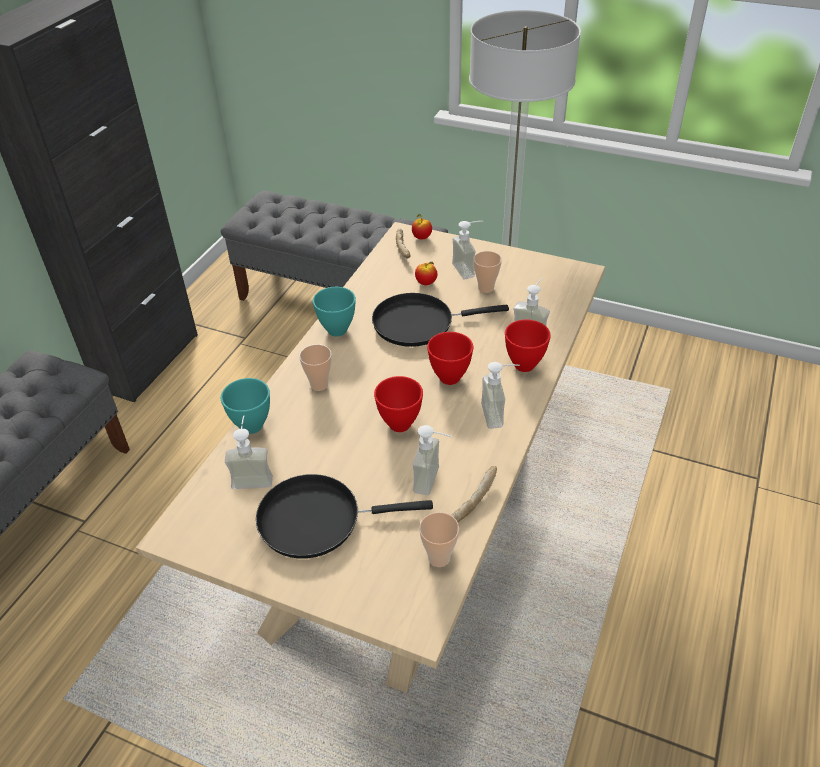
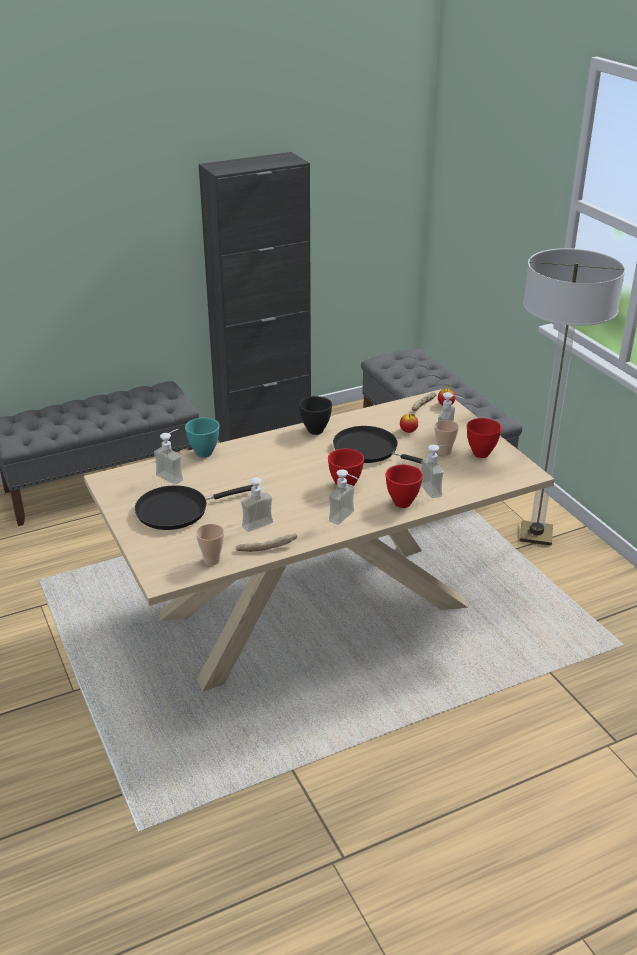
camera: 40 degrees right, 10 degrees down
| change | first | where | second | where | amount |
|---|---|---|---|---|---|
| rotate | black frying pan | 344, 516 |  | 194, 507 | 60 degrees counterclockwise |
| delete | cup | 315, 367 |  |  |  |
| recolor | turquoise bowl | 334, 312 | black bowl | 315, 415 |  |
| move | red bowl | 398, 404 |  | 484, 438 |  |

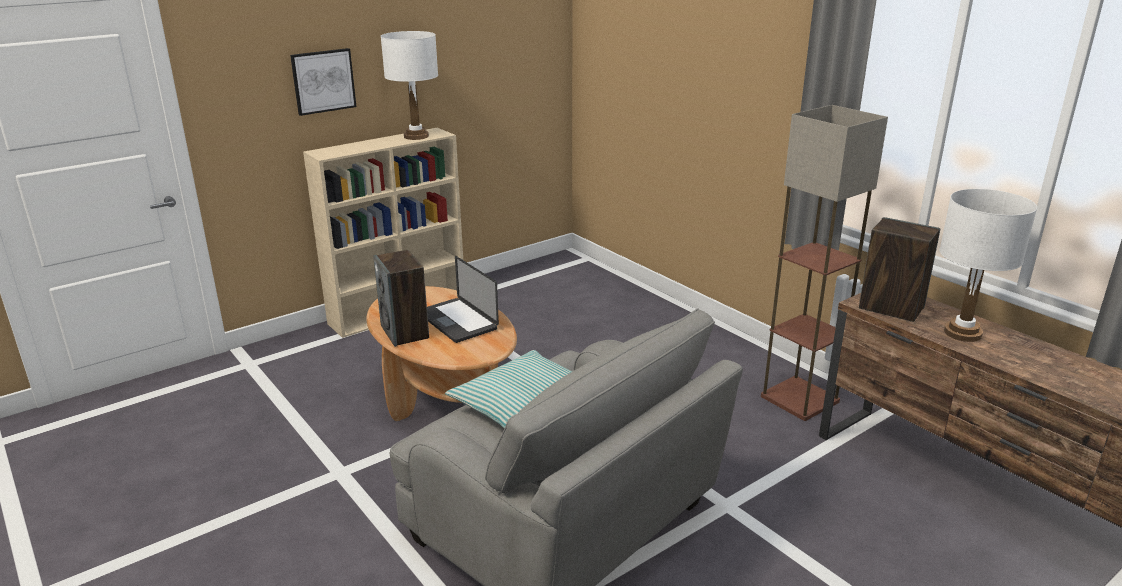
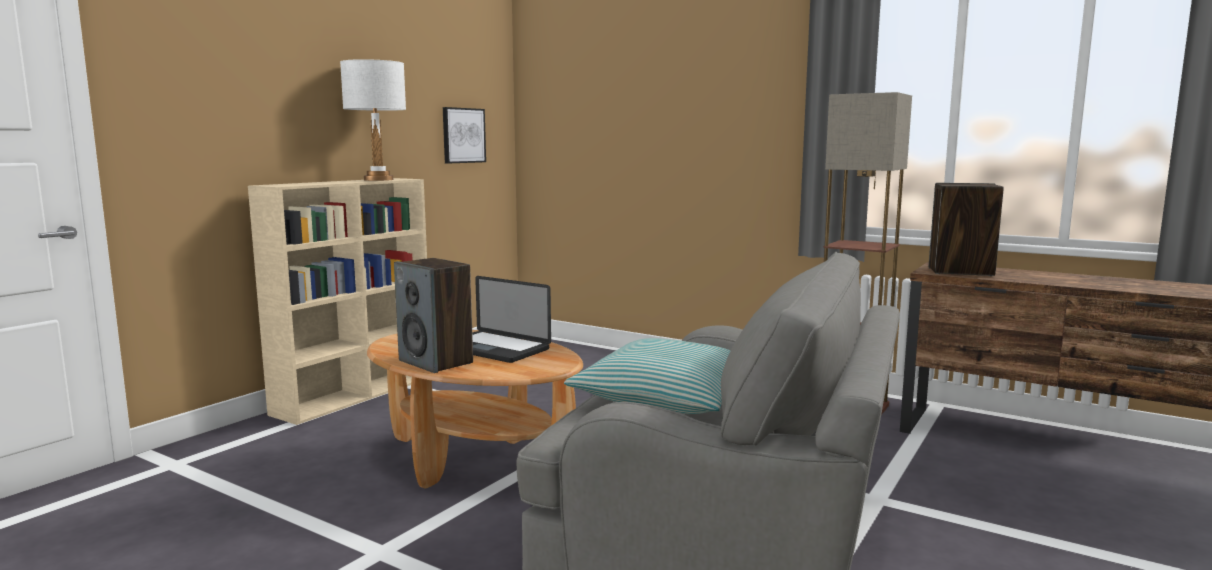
camera: 20 degrees left, 15 degrees down
| change | first | where | second | where | amount |
|---|---|---|---|---|---|
| move | picture | 323, 82 |  | 464, 135 |  |
| delete | white table lamp | 988, 265 |  |  |  |

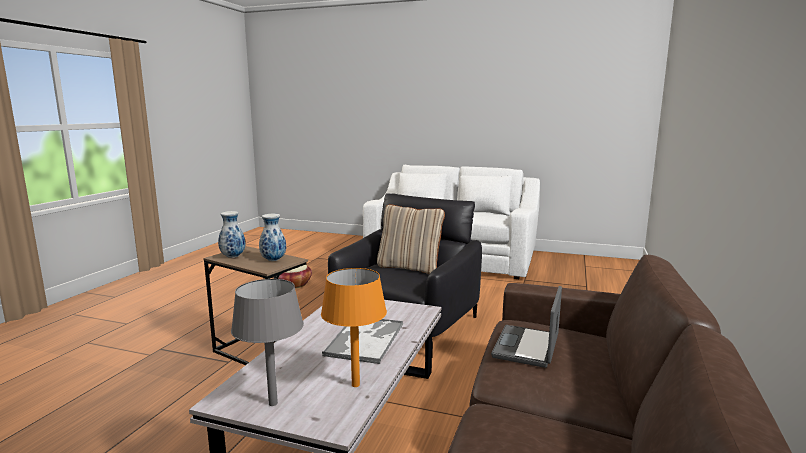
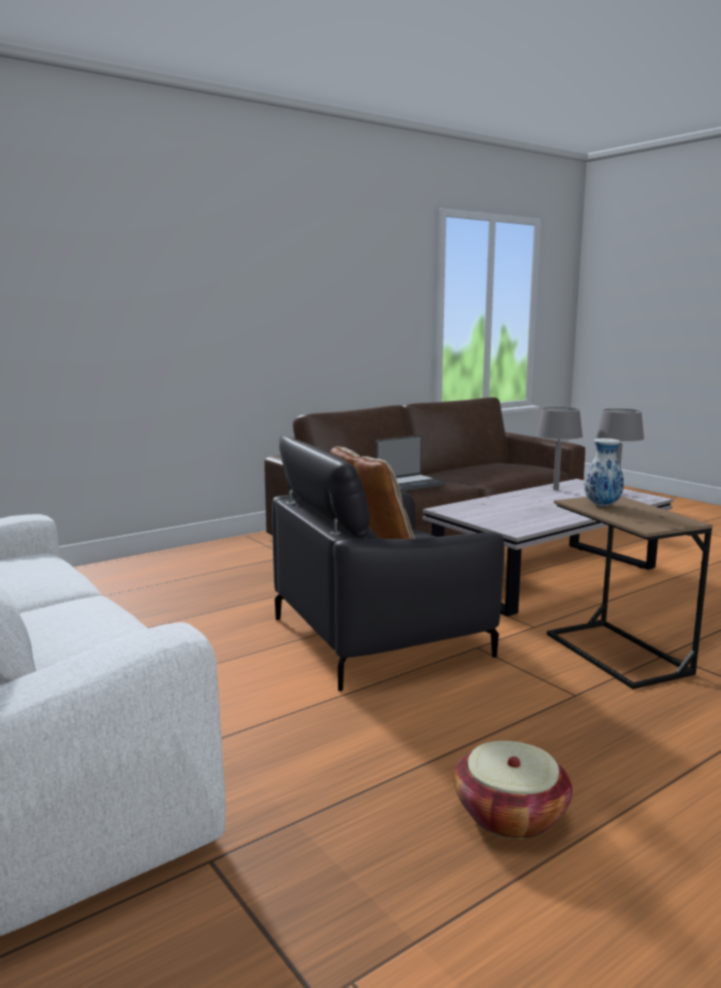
camera: 145 degrees left, 0 degrees up
| change | first | where | second | where | amount |
|---|---|---|---|---|---|
| delete | vase | 232, 234 |  |  |  |
| recolor | orange table lamp | 354, 327 | grey table lamp | 559, 448 |  |
| delete | tray | 362, 341 |  |  |  |

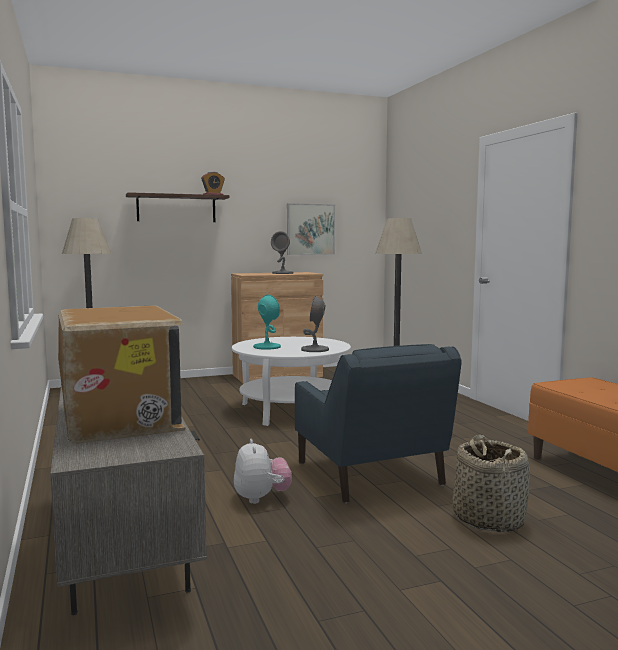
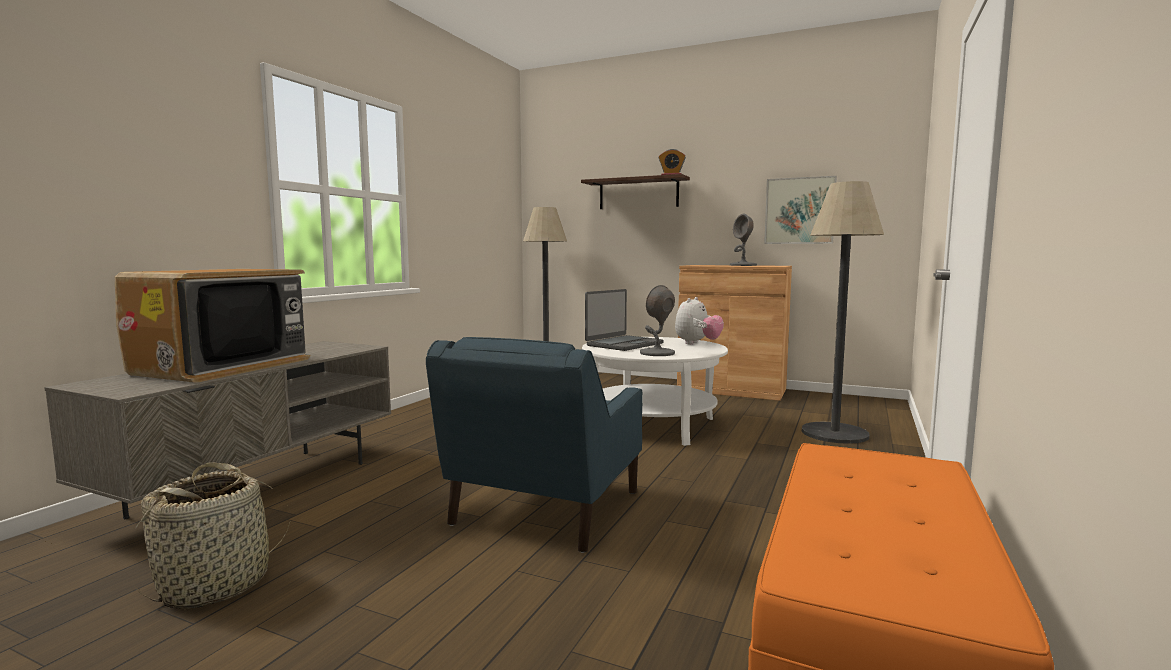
camera: 45 degrees right, 0 degrees up
| change | first | where | second | where | amount |
|---|---|---|---|---|---|
| move | plush toy | 263, 471 |  | 699, 320 |  |
| replace | turquoise table lamp | 267, 322 | laptop | 624, 320 |  |
| move | basket | 491, 483 |  | 212, 536 |  |

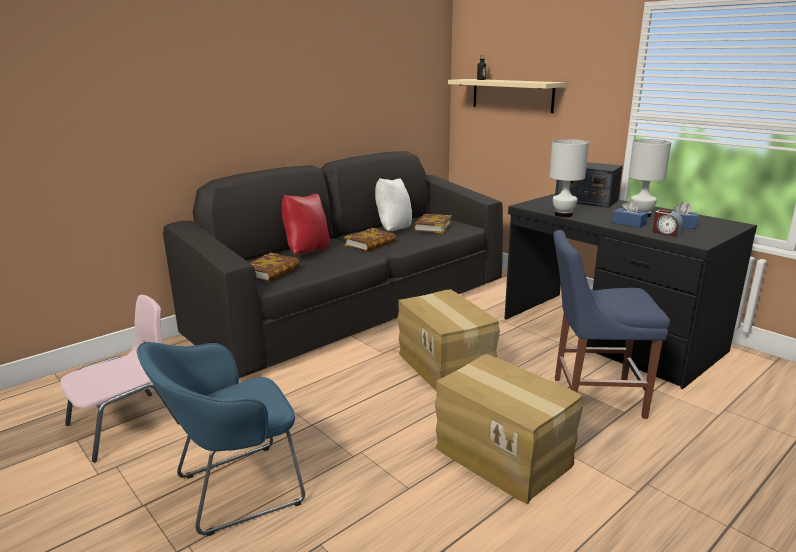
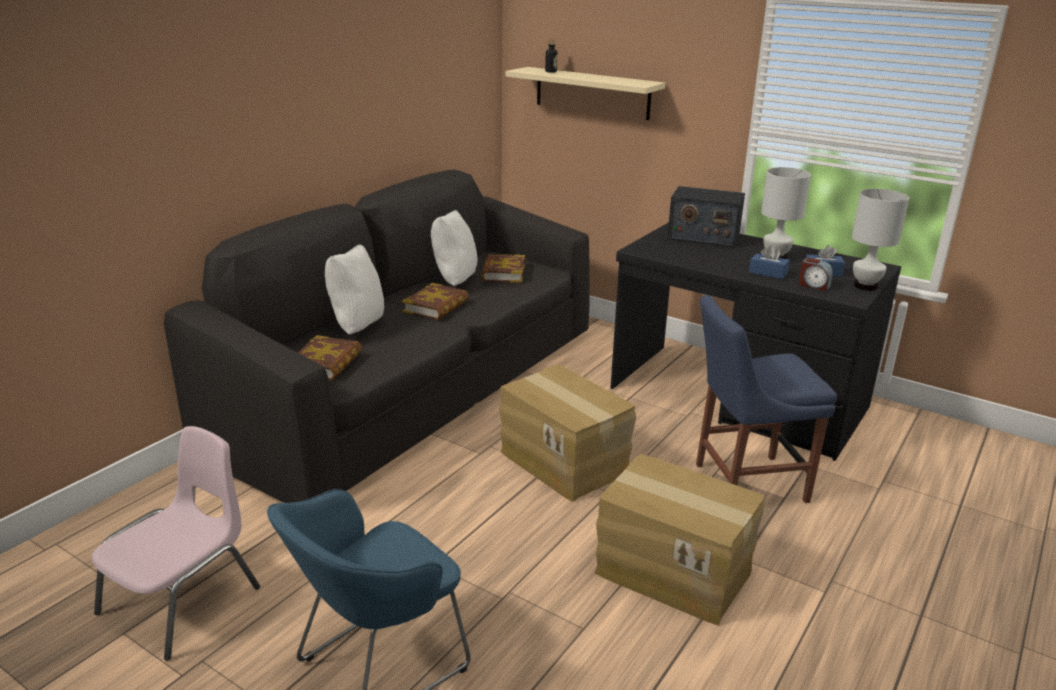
camera: 15 degrees left, 5 degrees up
| change | first | where | second | where | amount |
|---|---|---|---|---|---|
| recolor | red pillow | 306, 223 | white pillow | 354, 289 |  |
| move | white table lamp | 569, 178 |  | 880, 240 |  |

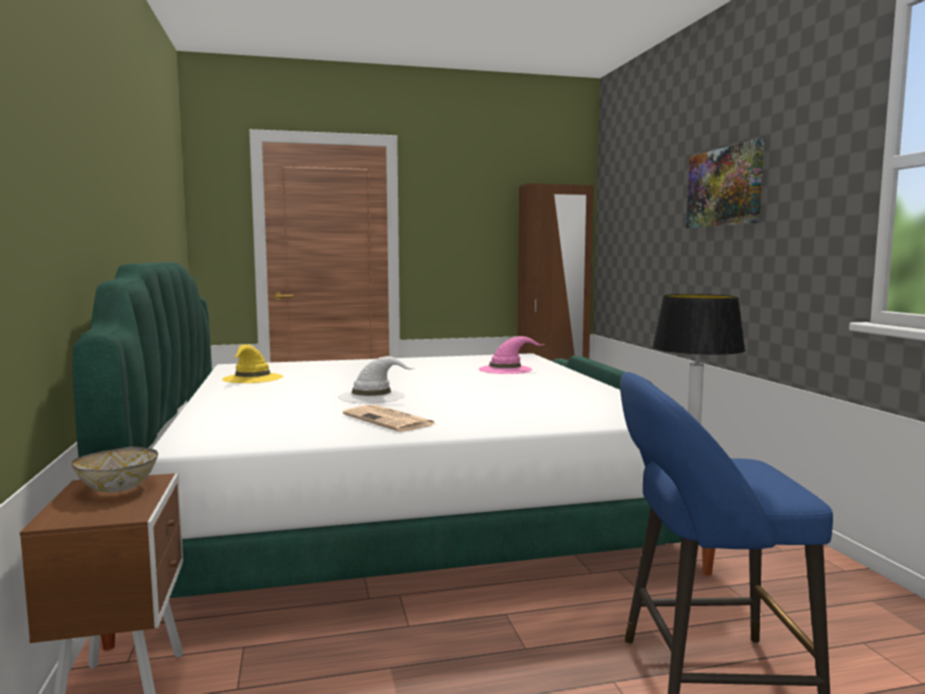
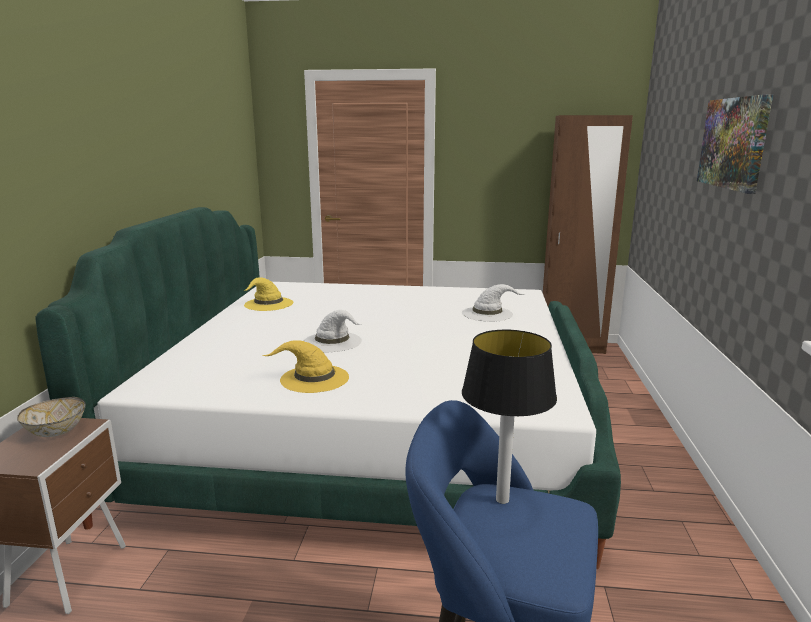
camera: 20 degrees right, 10 degrees up
| change | first | where | second | where | amount |
|---|---|---|---|---|---|
| replace | newspaper | 389, 418 | yellow hat | 306, 366 |  |
| recolor | pink hat | 512, 355 | white hat | 493, 303 |  |

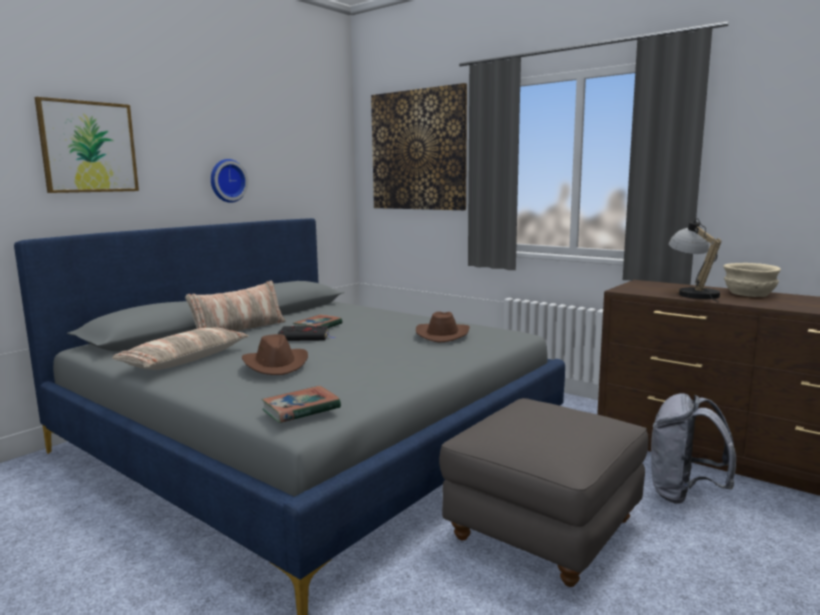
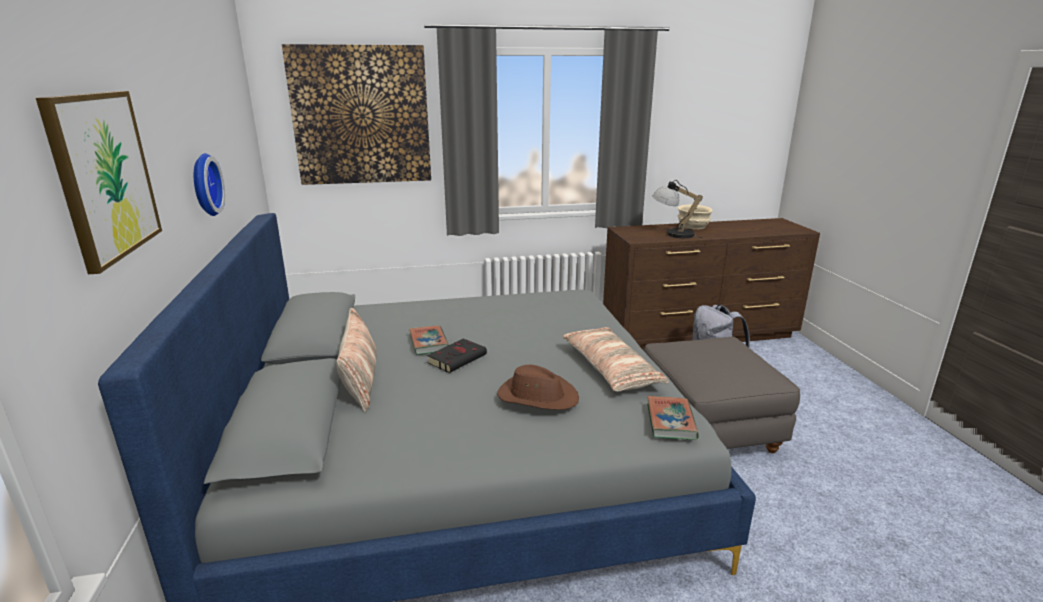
camera: 50 degrees left, 10 degrees up
| change | first | where | second | where | amount |
|---|---|---|---|---|---|
| move | pillow | 180, 349 |  | 615, 359 |  |
| delete | brown hat | 443, 327 |  |  |  |

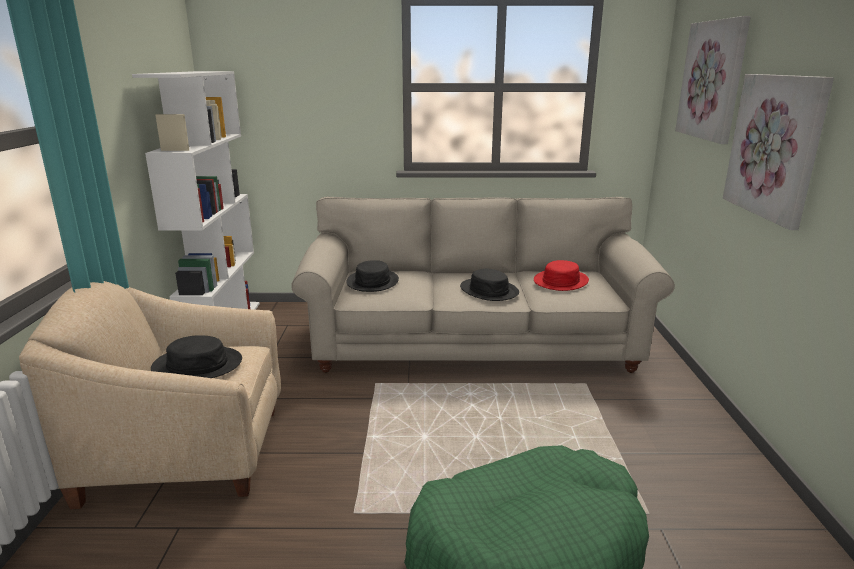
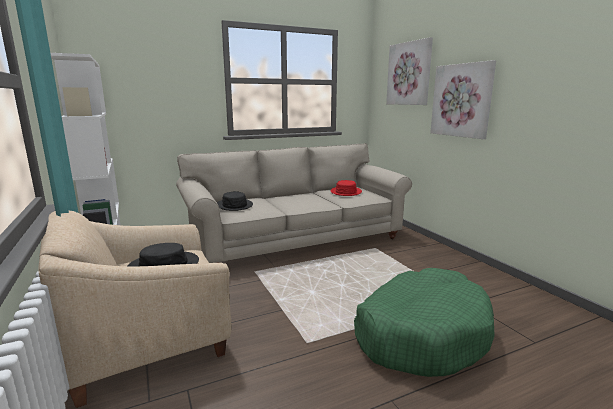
camera: 25 degrees left, 5 degrees down
| change | first | where | second | where | amount |
|---|---|---|---|---|---|
| delete | black hat | 489, 285 |  |  |  |

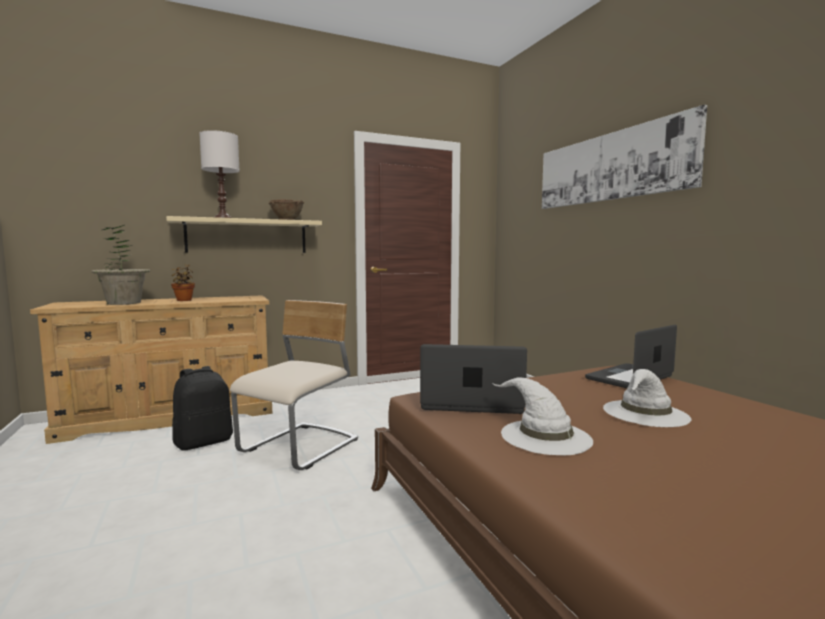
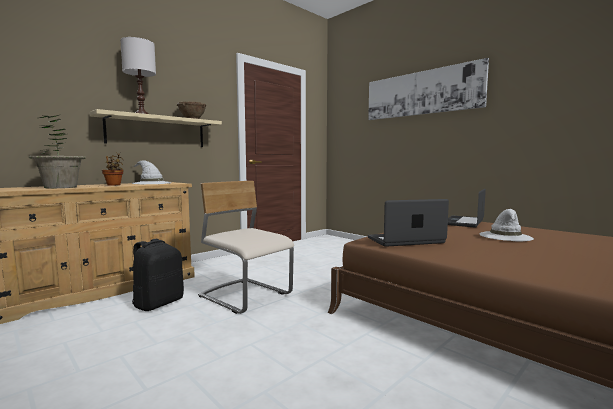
camera: 20 degrees left, 0 degrees up
| change | first | where | second | where | amount |
|---|---|---|---|---|---|
| rotate | beige chair | 294, 385 |  | 246, 247 | 60 degrees counterclockwise |
| move | white hat | 542, 416 |  | 152, 172 |  |

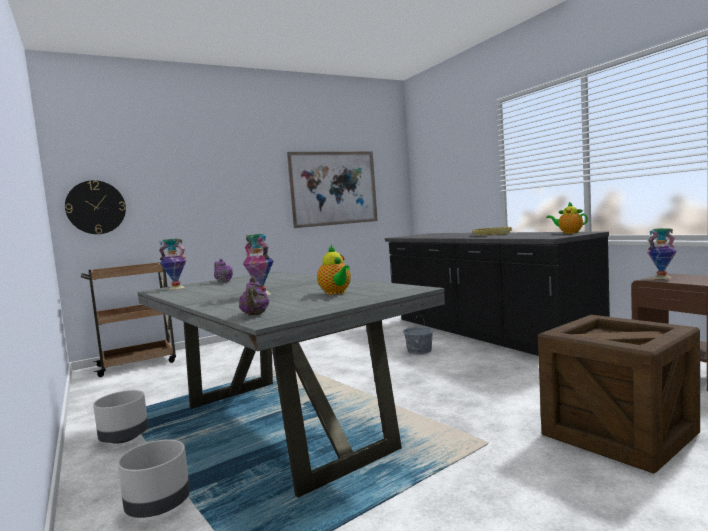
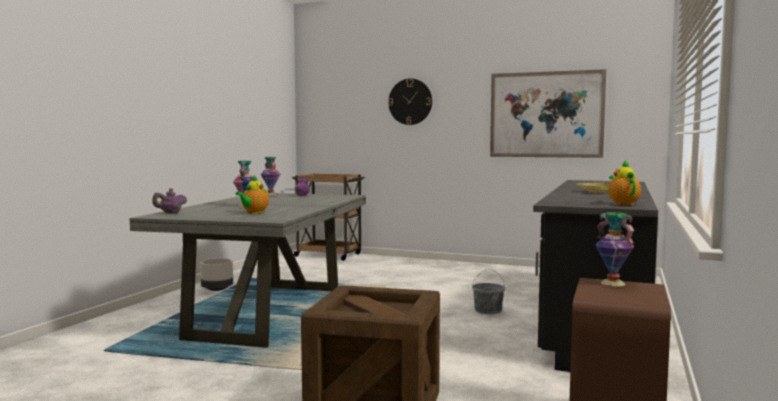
camera: 50 degrees right, 0 degrees up
| change | first | where | second | where | amount |
|---|---|---|---|---|---|
| move | wall clock | 95, 207 |  | 410, 102 |  |
| delete | grey planter | 154, 478 |  |  |  |

